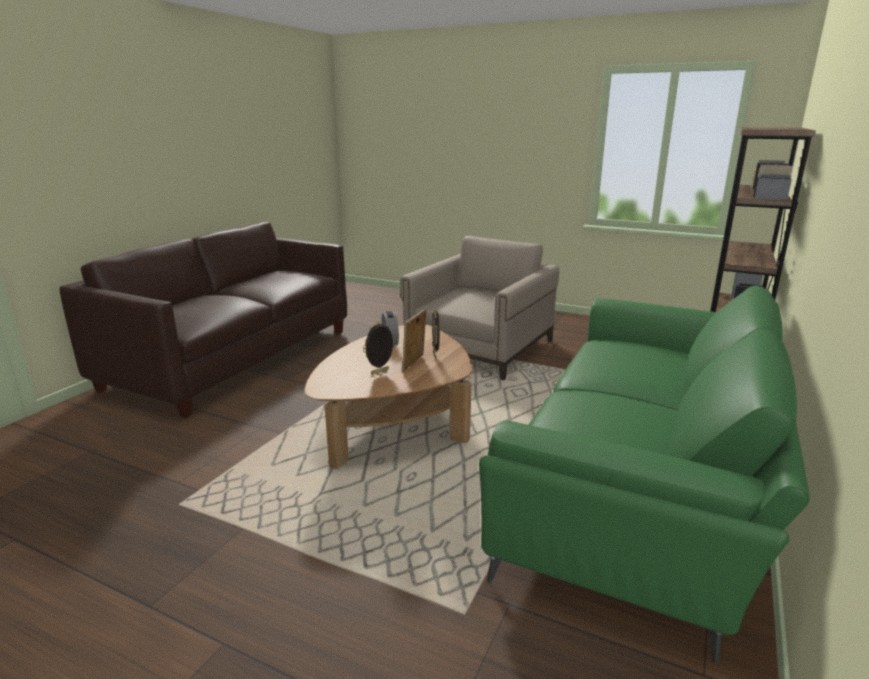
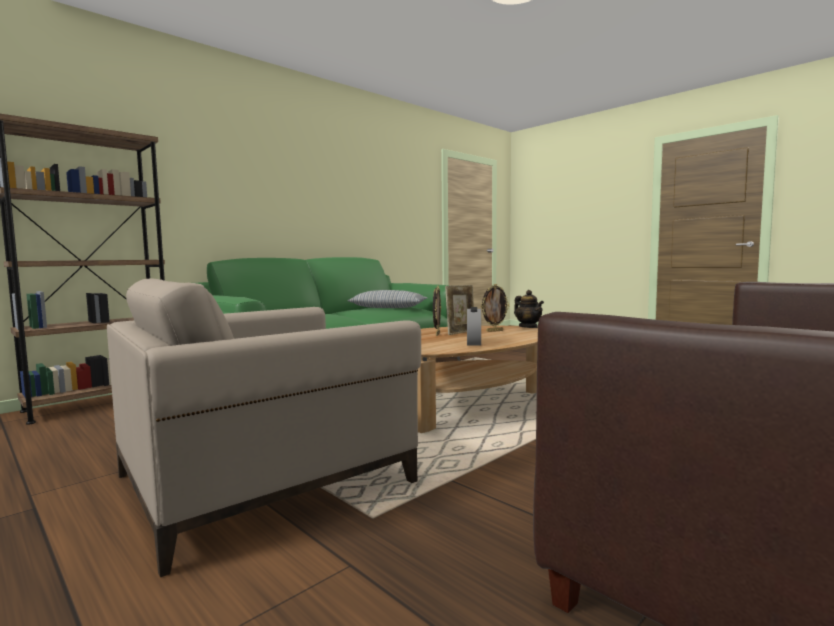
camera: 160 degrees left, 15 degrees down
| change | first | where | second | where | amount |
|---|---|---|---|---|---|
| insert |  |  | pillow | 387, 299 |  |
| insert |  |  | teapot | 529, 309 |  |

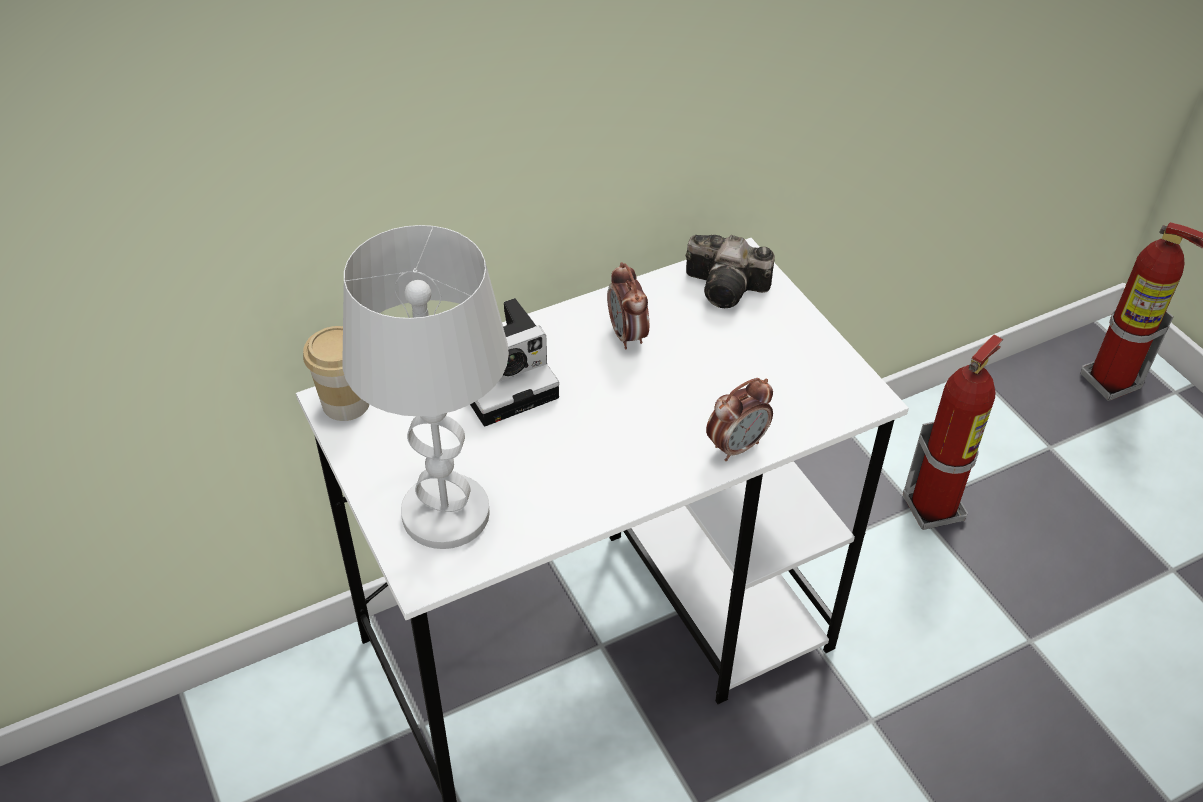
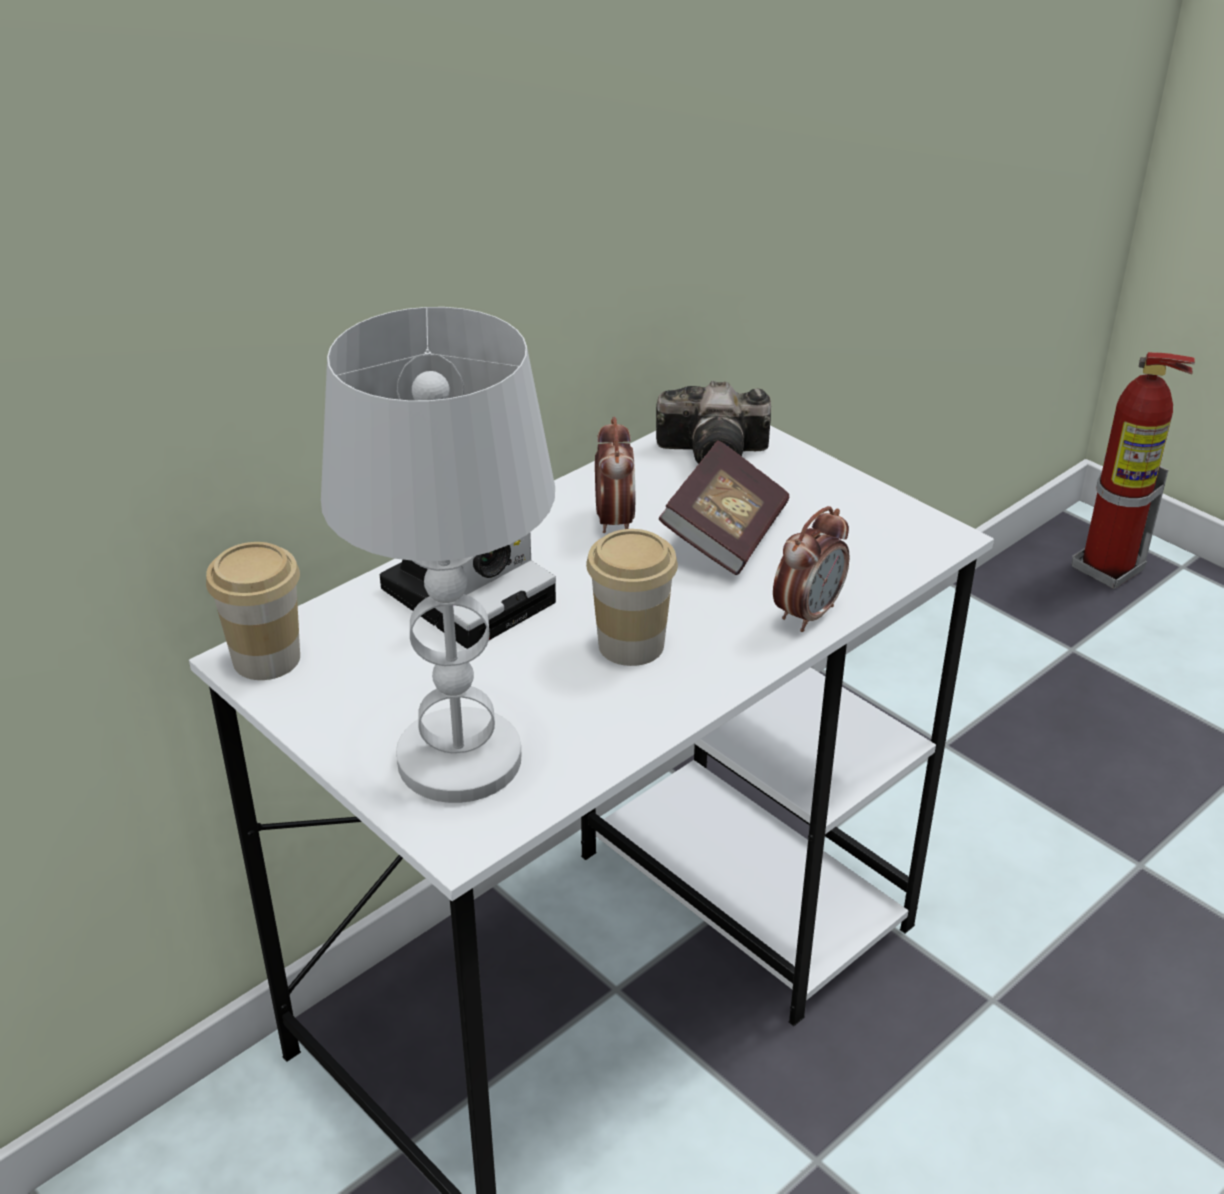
camera: 15 degrees left, 10 degrees down
| change | first | where | second | where | amount |
|---|---|---|---|---|---|
| rotate | alarm clock | 628, 305 |  | 615, 475 | 150 degrees counterclockwise |
| delete | fire extinguisher | 953, 432 |  |  |  |
| insert |  |  | cup | 632, 597 |  |
| insert |  |  | book | 723, 507 |  |

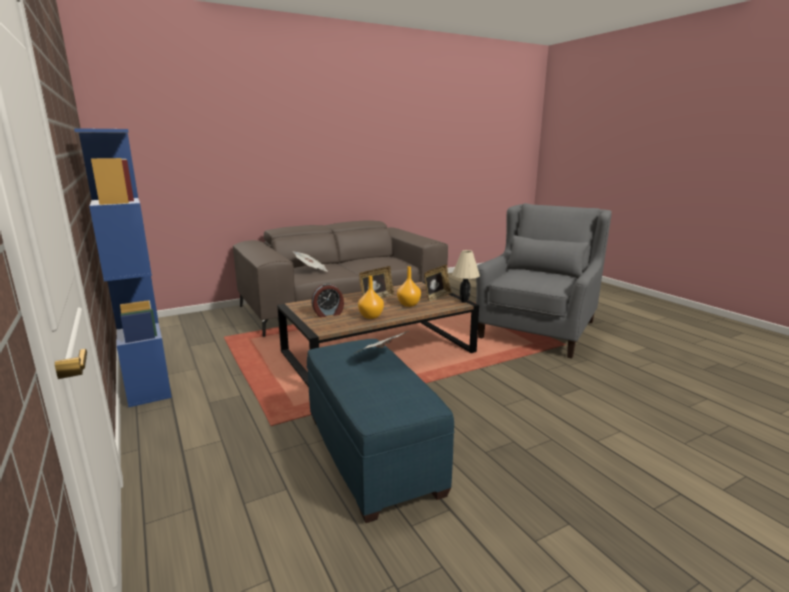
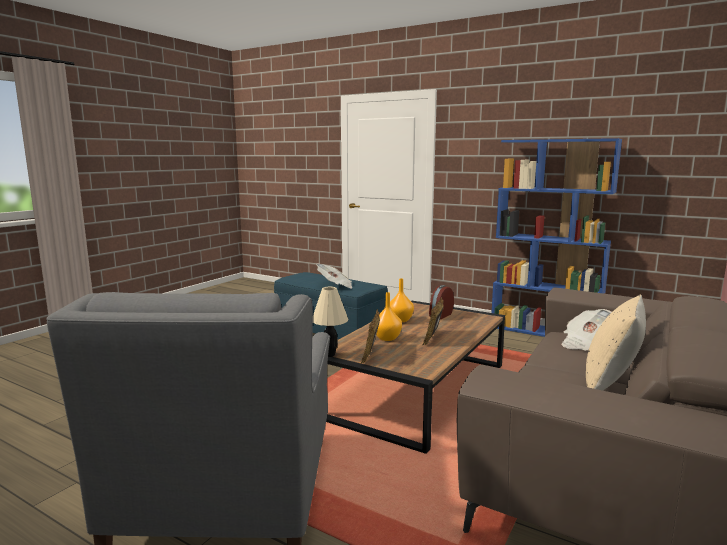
camera: 150 degrees right, 5 degrees down
| change | first | where | second | where | amount |
|---|---|---|---|---|---|
| insert |  |  | beige pillow | 616, 343 |  |

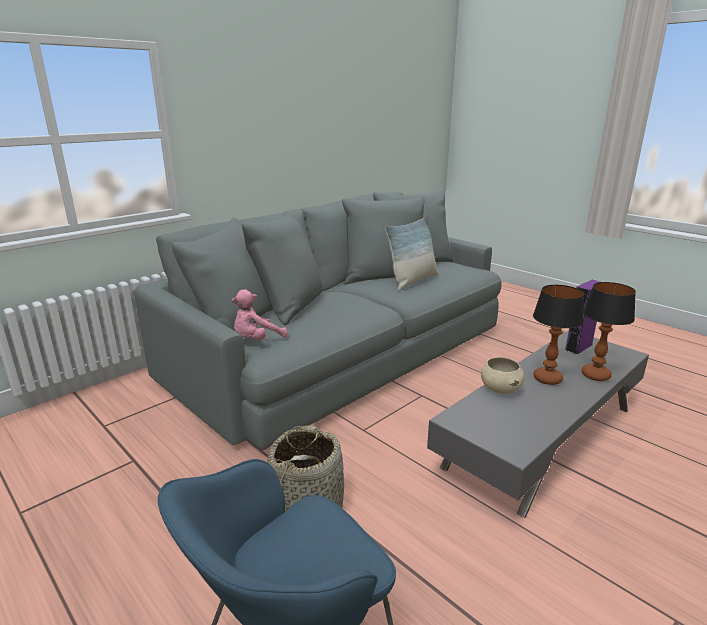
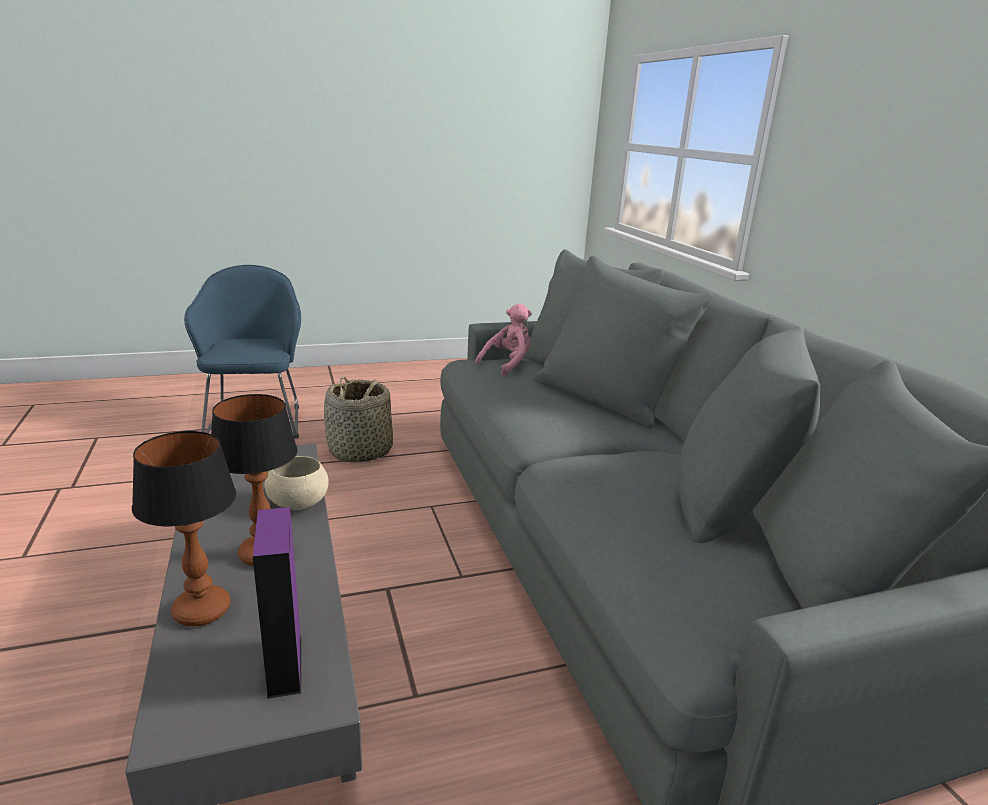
camera: 115 degrees right, 0 degrees up
| change | first | where | second | where | amount |
|---|---|---|---|---|---|
| rotate | pink plush toy | 259, 315 |  | 503, 339 | 60 degrees clockwise |
| delete | pillow | 411, 254 |  |  |  |

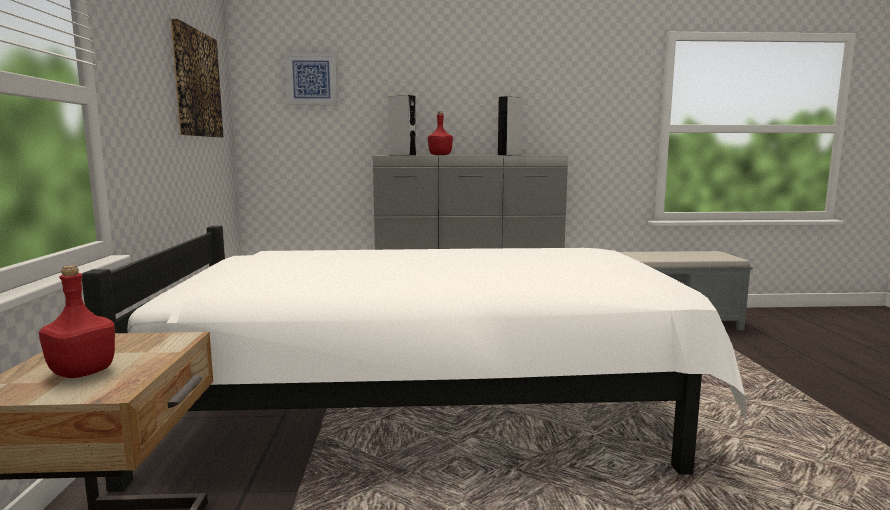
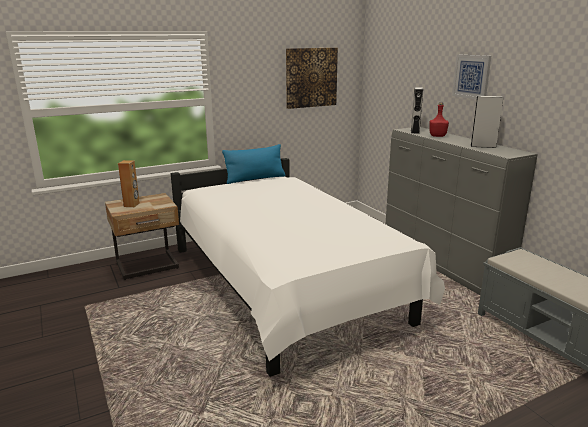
camera: 65 degrees right, 10 degrees up
| change | first | where | second | where | amount |
|---|---|---|---|---|---|
| replace | red bottle | 77, 321 | brown speaker | 129, 183 |  |
| move | picture | 311, 79 |  | 471, 76 |  |
| insert |  |  | blue pillow | 253, 164 |  |

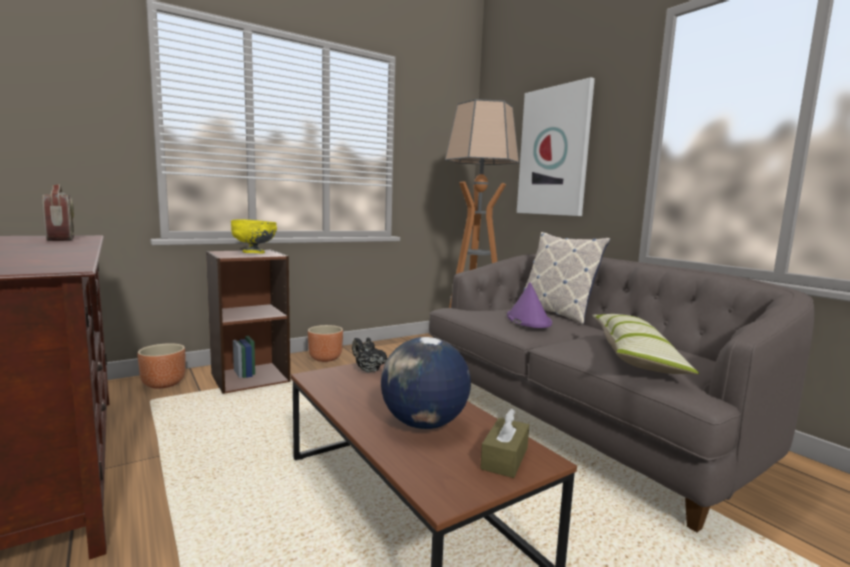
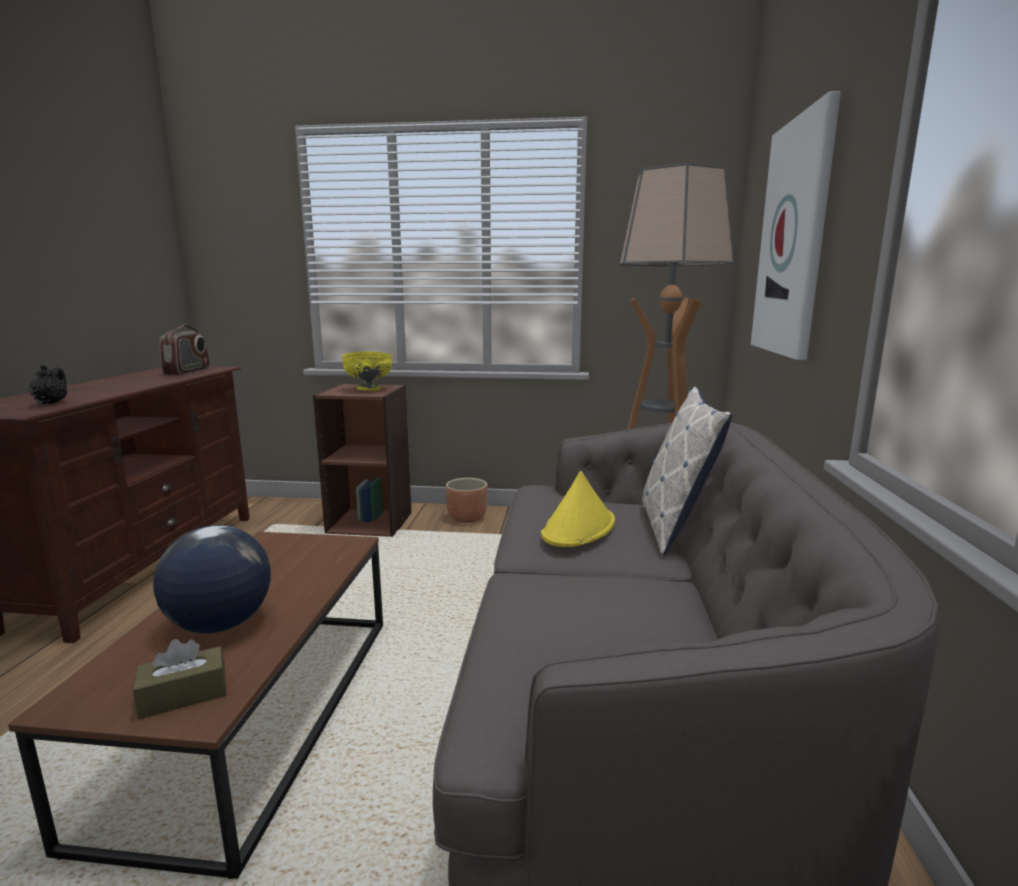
camera: 40 degrees right, 5 degrees up
| change | first | where | second | where | amount |
|---|---|---|---|---|---|
| delete | brown planter | 161, 366 |  |  |  |
| move | black teapot | 369, 355 |  | 48, 385 |  |
| recolor | purple hat | 529, 305 | yellow hat | 578, 509 |  |
| delete | pillow | 645, 344 |  |  |  |

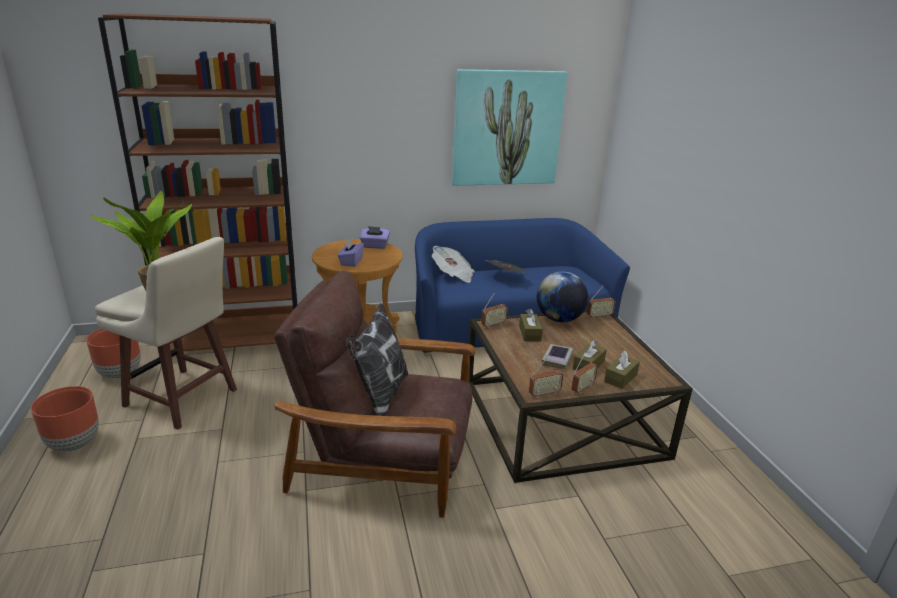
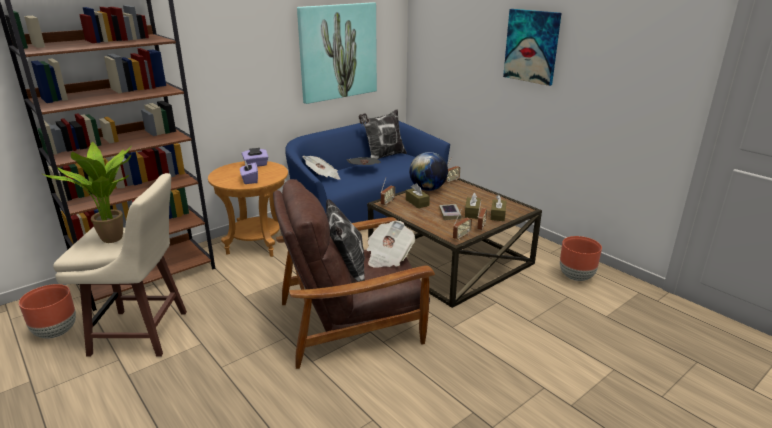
camera: 25 degrees left, 0 degrees up
| change | first | where | second | where | amount |
|---|---|---|---|---|---|
| move | brown planter | 65, 419 |  | 581, 258 |  |
| insert |  |  | pillow | 383, 135 |  |
| insert |  |  | newspaper | 391, 244 |  |
| insert |  |  | picture | 532, 47 |  |

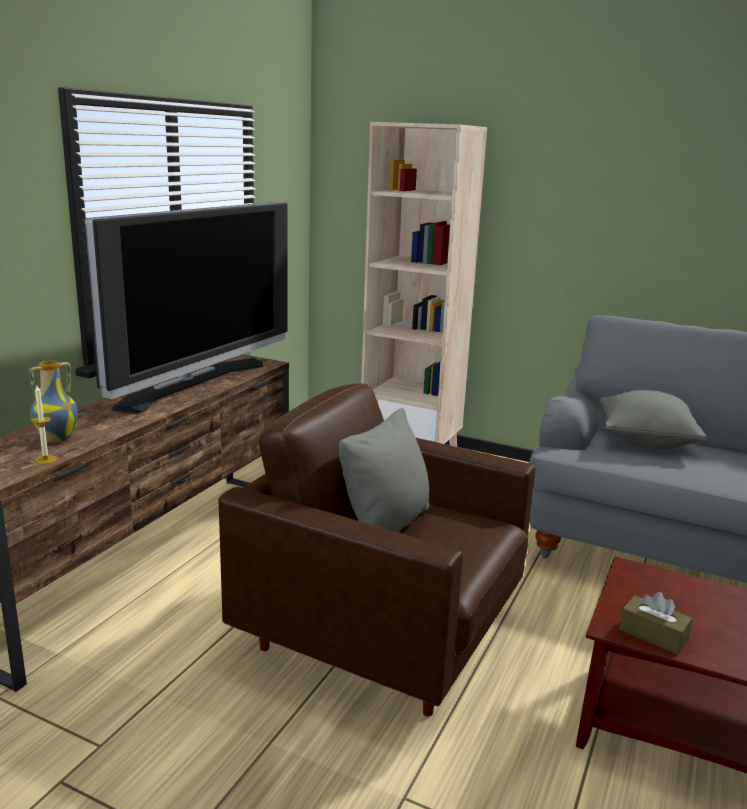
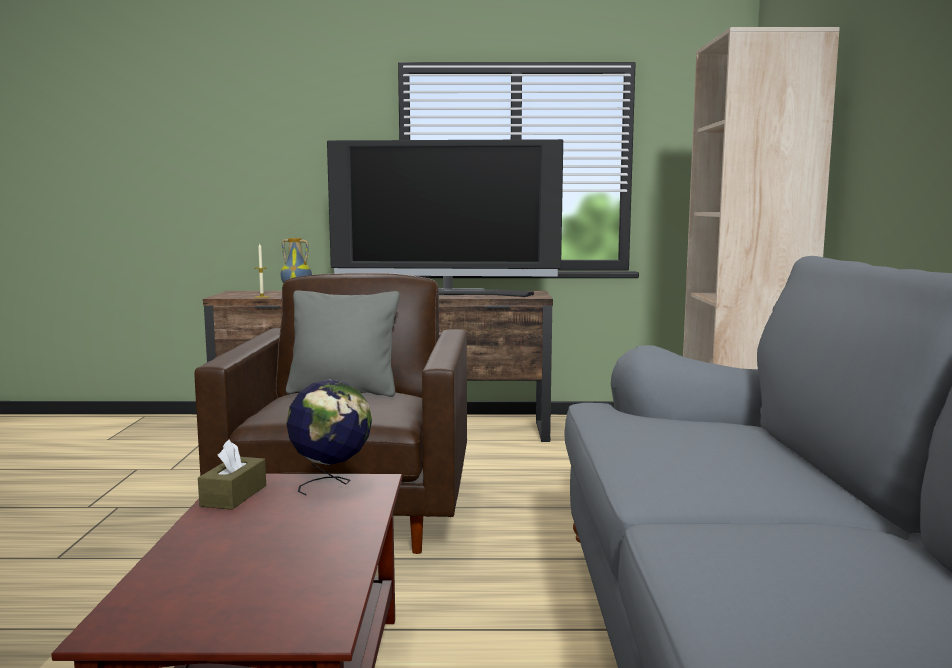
camera: 65 degrees right, 10 degrees down
| change | first | where | second | where | amount |
|---|---|---|---|---|---|
| delete | grey pillow | 653, 419 |  |  |  |
| insert |  |  | globe | 329, 437 |  |

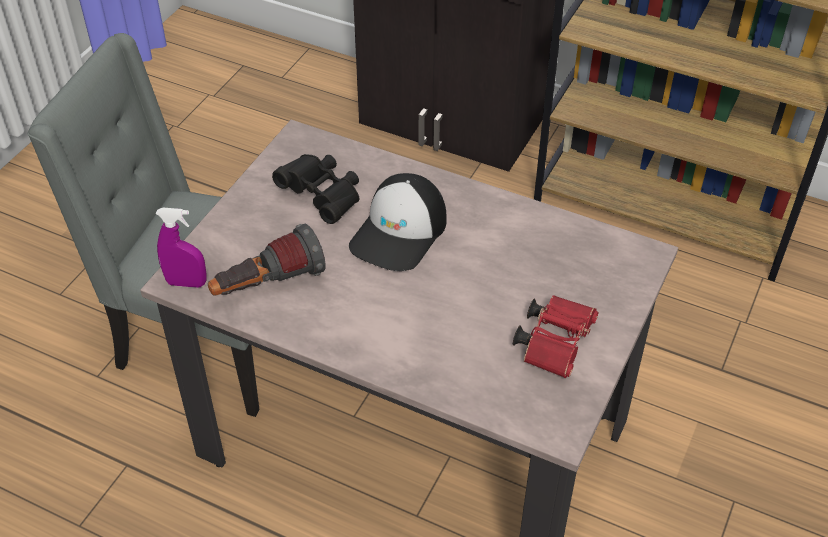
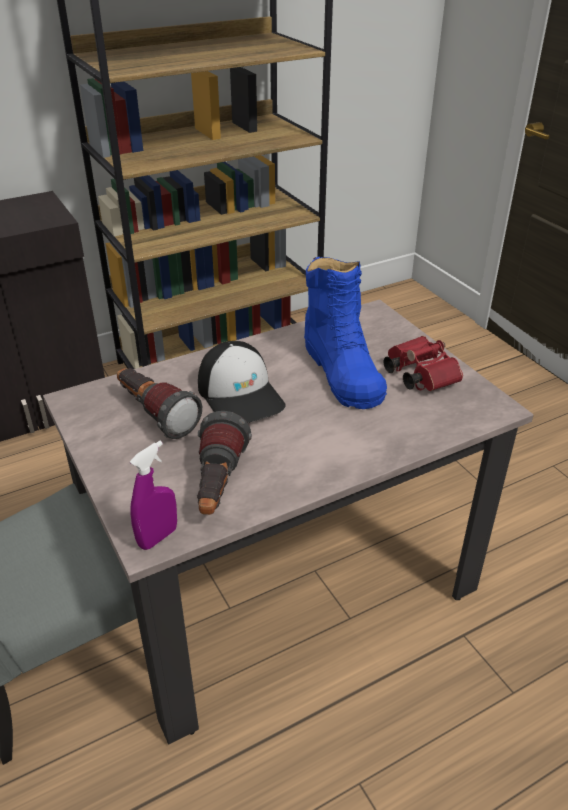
camera: 55 degrees left, 10 degrees down
| change | first | where | second | where | amount |
|---|---|---|---|---|---|
| replace | black binoculars | 315, 189 | flashlight | 159, 403 |  |
| insert |  |  | blue boot | 345, 333 |  |

